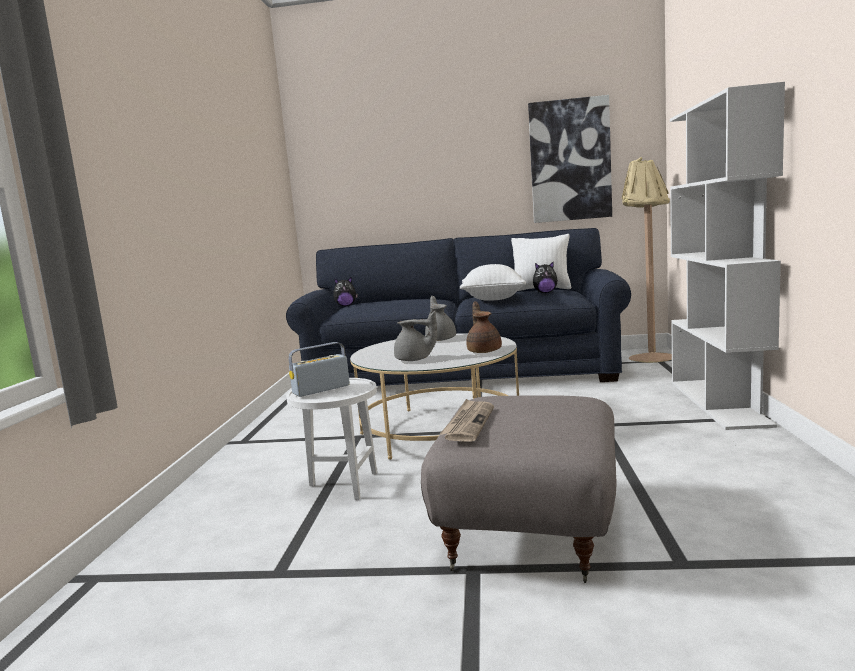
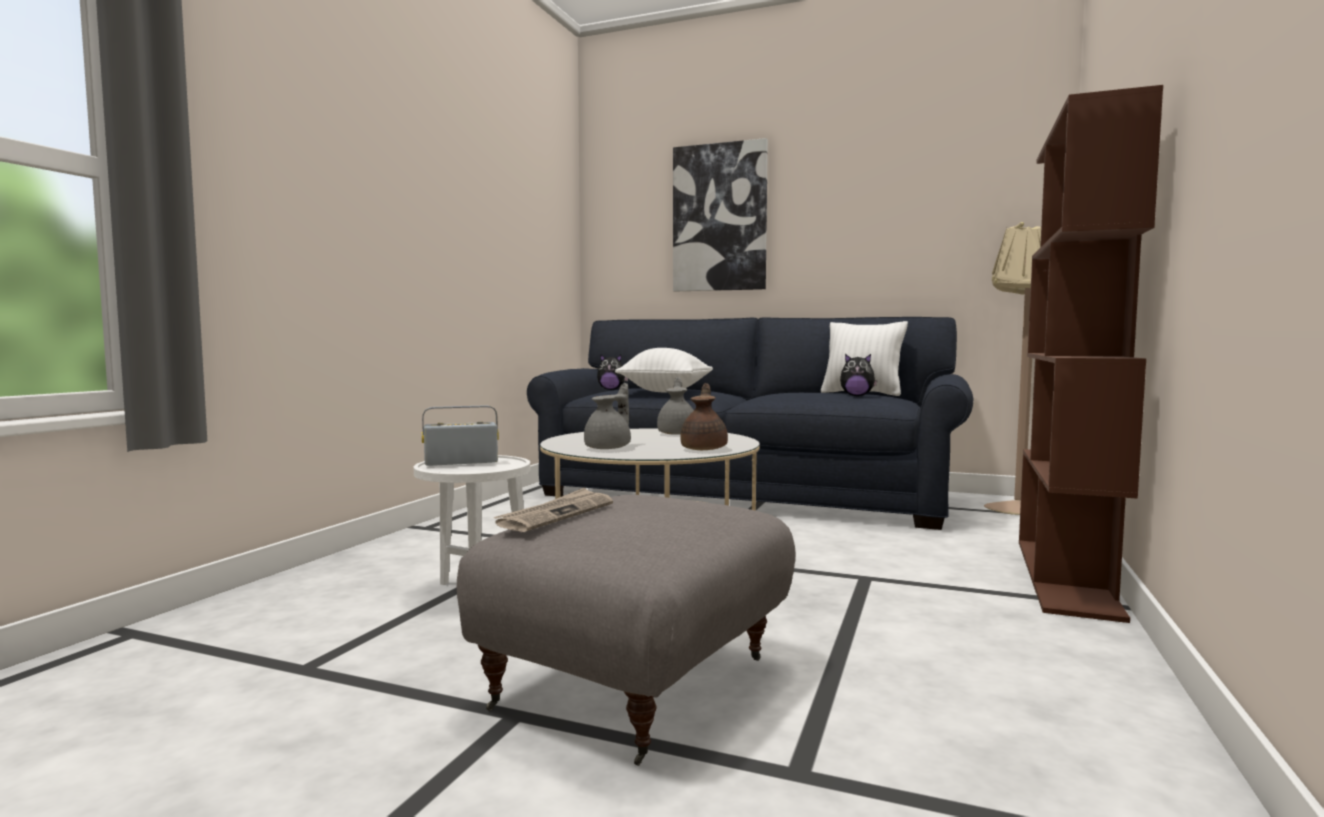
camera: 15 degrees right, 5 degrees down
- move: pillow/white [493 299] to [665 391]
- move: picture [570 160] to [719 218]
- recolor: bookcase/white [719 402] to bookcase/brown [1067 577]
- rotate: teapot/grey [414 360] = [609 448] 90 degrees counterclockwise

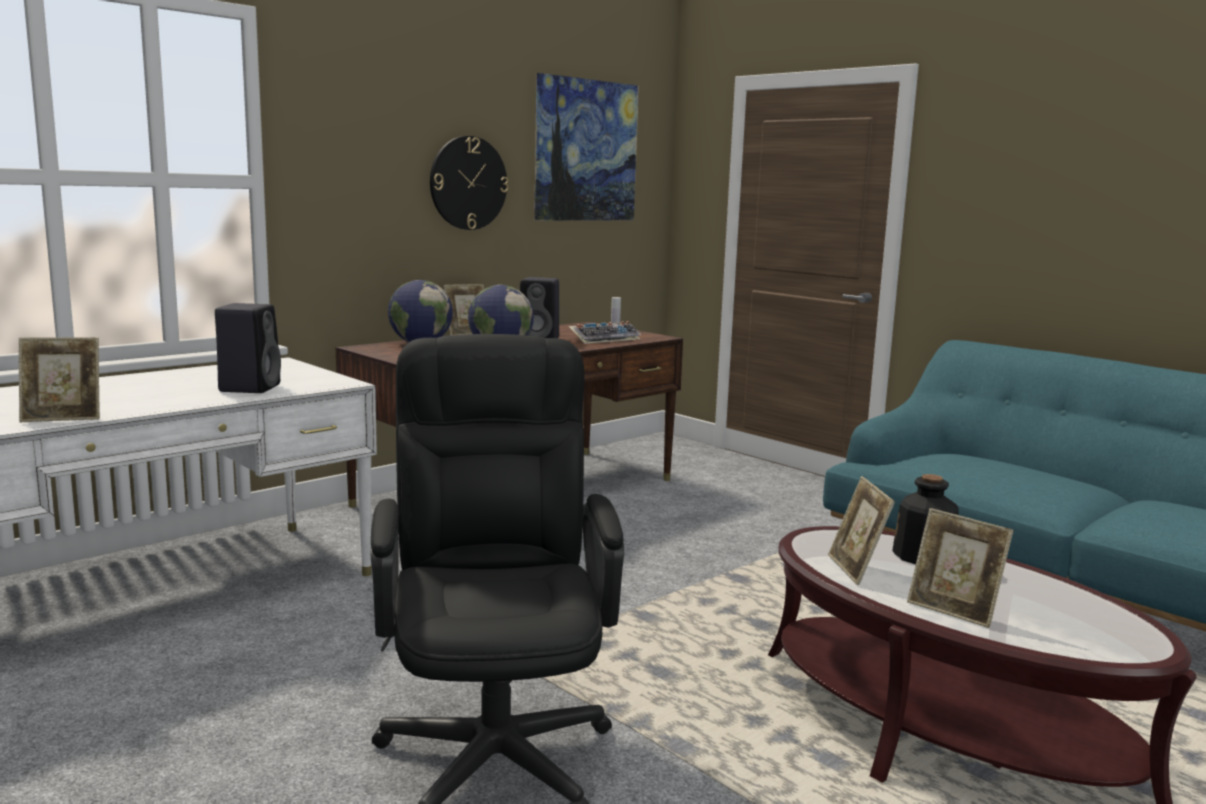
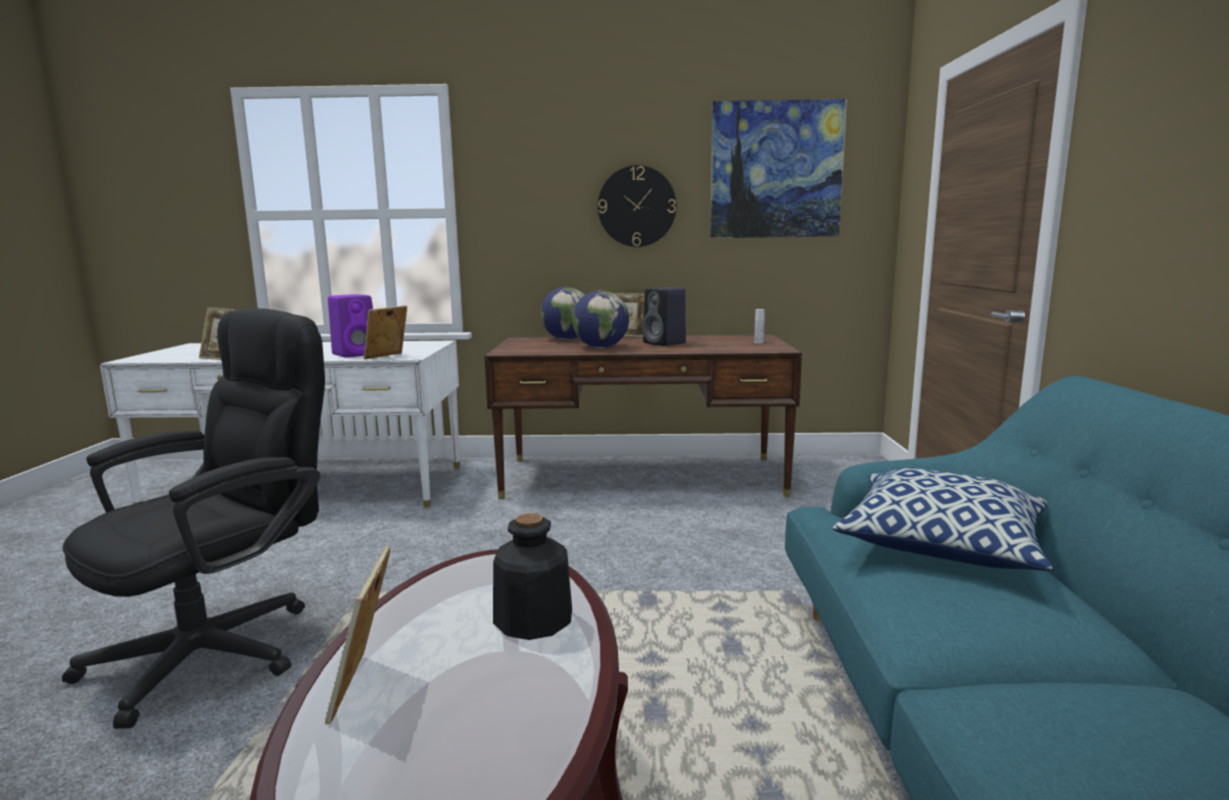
camera: 45 degrees right, 0 degrees up
- delete: keyboard [605 339]
- insert: pillow [941 545]
- move: picture frame [856 569] to [387 357]
- recolor: speaker/black [250 387] to speaker/purple [356 354]

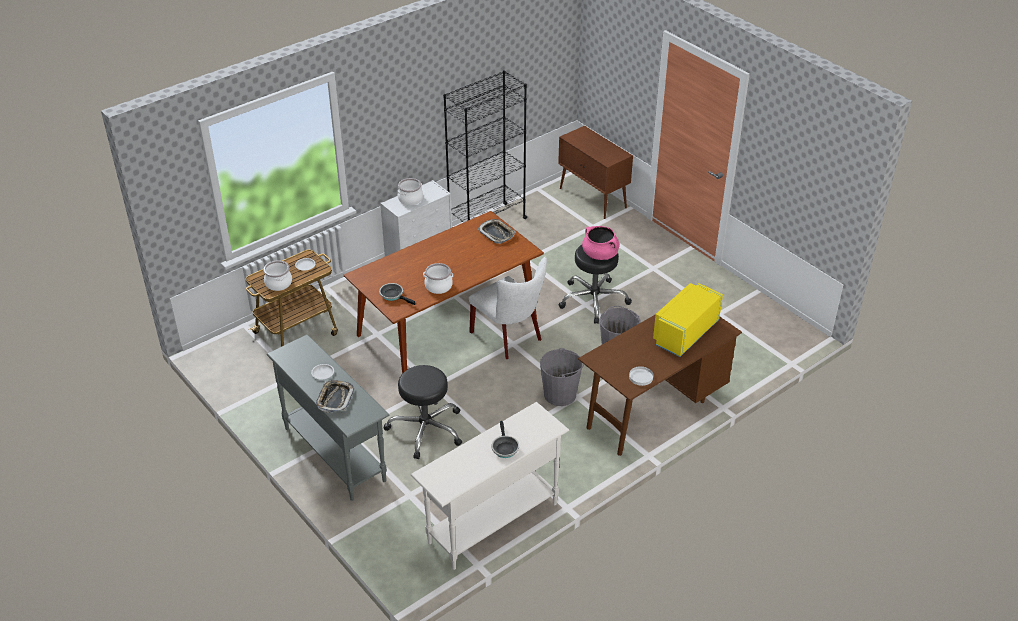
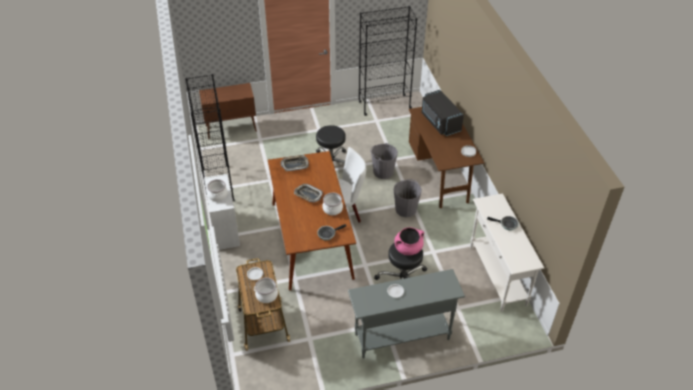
camera: 65 degrees left, 5 degrees up
- insert: bookcase/black [384 105]
- move: tray [335 398] to [308 194]
- move: cooking pot/pink [600 254] to [408 248]
- recolor: microwave/yellow [684 332] to microwave/black [439 122]

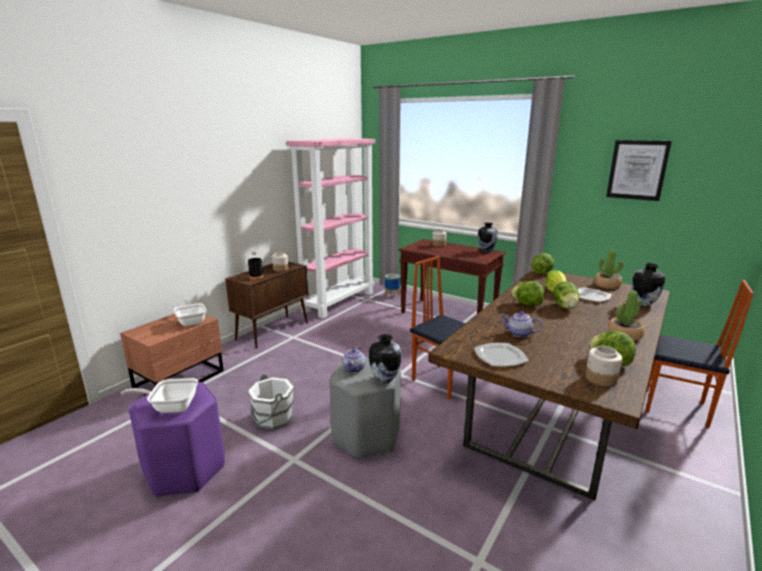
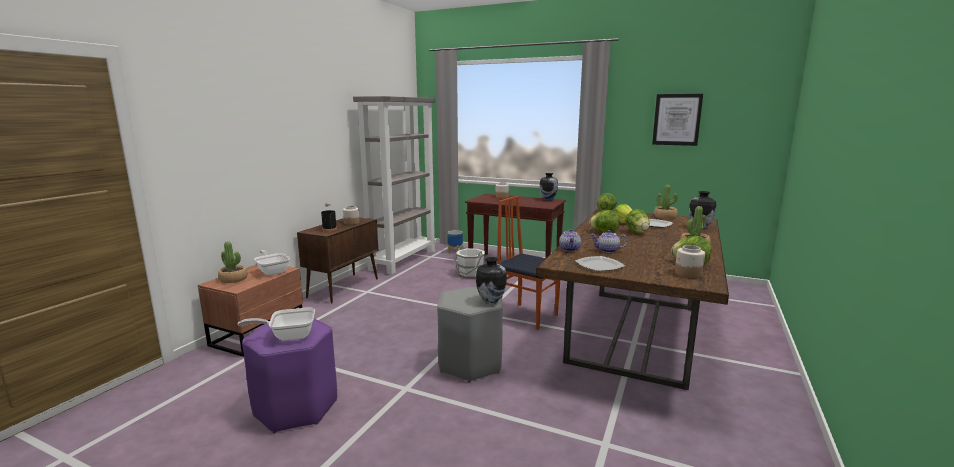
camera: 10 degrees left, 5 degrees down
- delete: chair [675 408]
- insert: potted plant [233 279]
- move: bucket/white [273 418] to [470 274]
- move: teapot [354 369] to [570 249]
- recolor: bookcase/pink [339 301] to bookcase/grey [403 260]

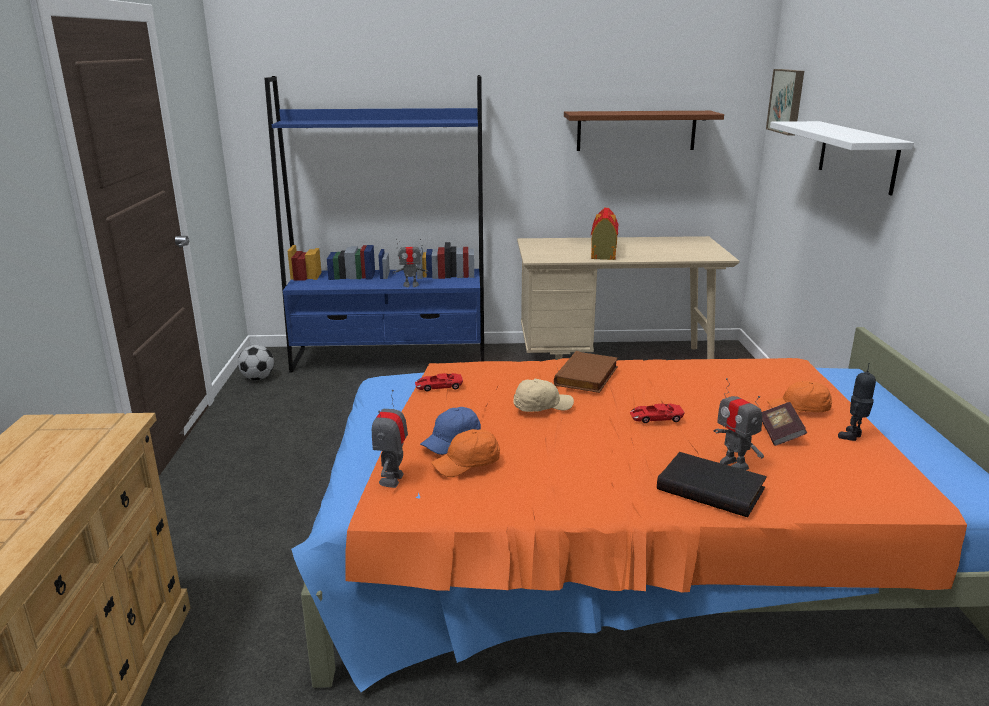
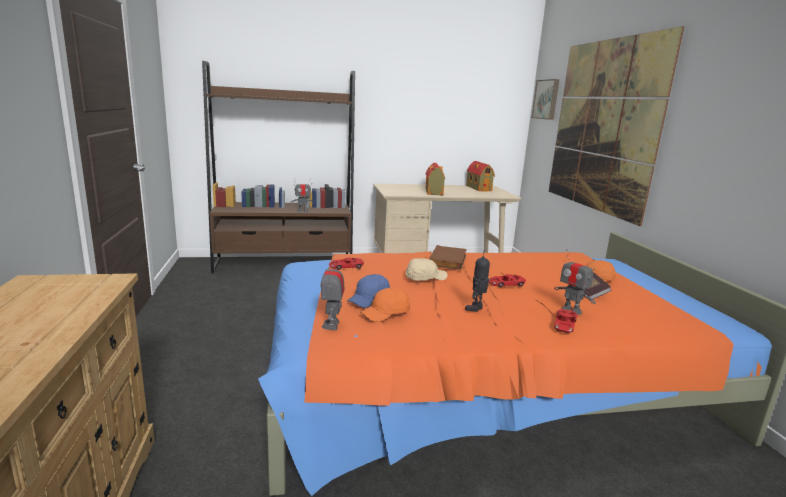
camera: 10 degrees left, 5 degrees down
- delete: football [258 378]
- delete: shelf/brown [636 130]
- insert: toy house [478 188]
- move: toy robot [853 436] to [476 309]
- replace: book/black [712 488] to toy car/red [564 325]
- replace: shelf/white [857 156] to picture [603 126]
- recolor: bookcase/blue [390 359] to bookcase/brown [284 264]

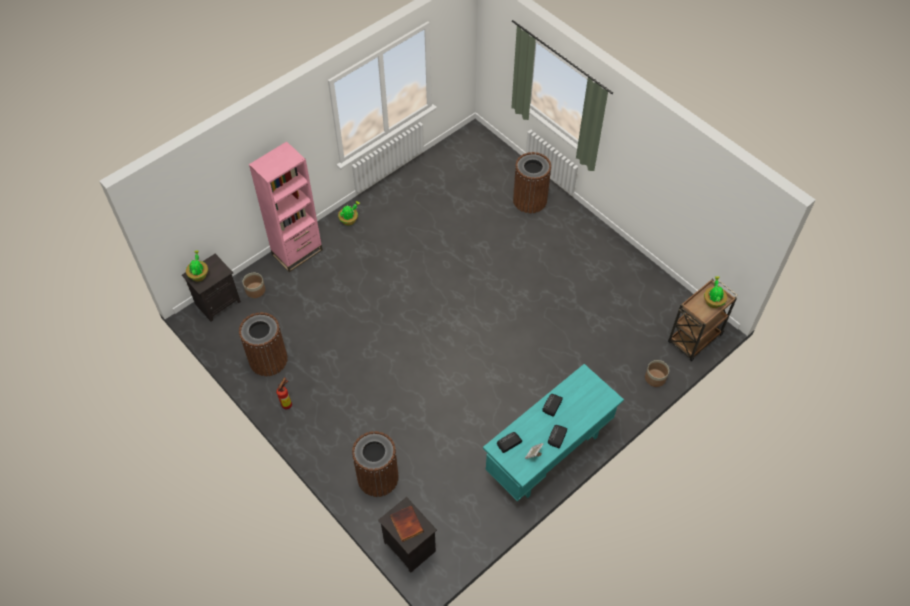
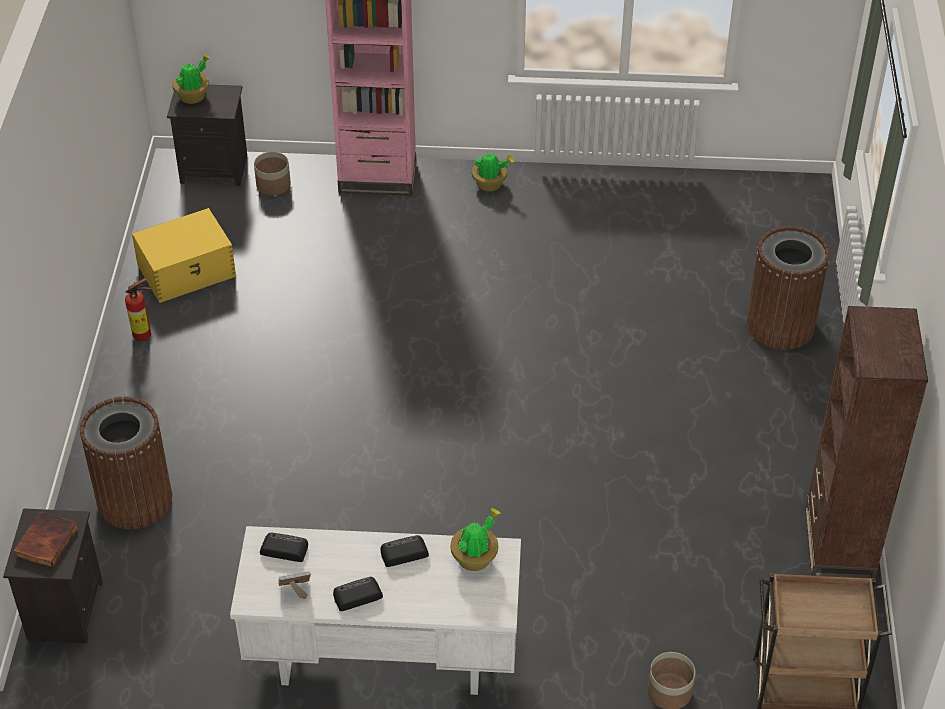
camera: 45 degrees right, 10 degrees down
- insert: bookcase/brown [839 543]
- move: potted plant [713 301] to [475 557]
- replace: trash can/brown [268 359] to storage box/yellow [187 270]
- recolor: desk/turquoise [548 454] to desk/white [381 657]

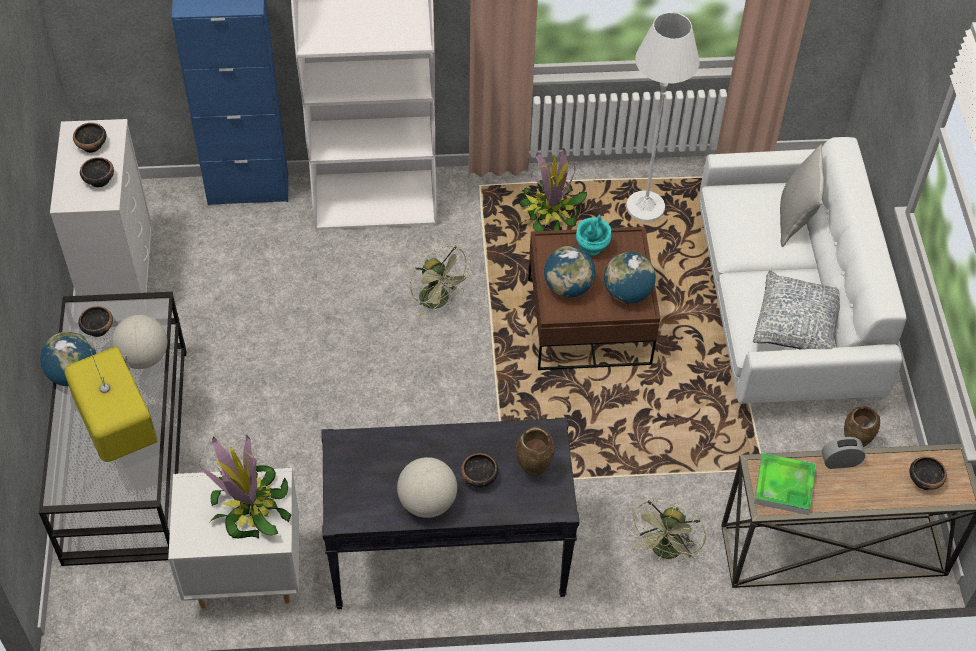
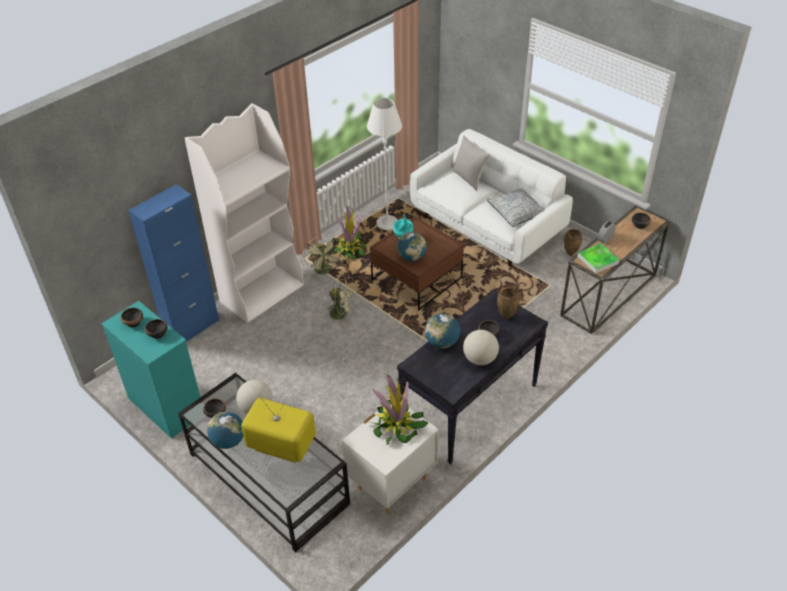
camera: 40 degrees left, 10 degrees down
- move: globe [627 293] to [442 343]
- move: fan/green [665 552] to [325 271]
- recolor: dresser/white [119 273] to dresser/turquoise [165 406]

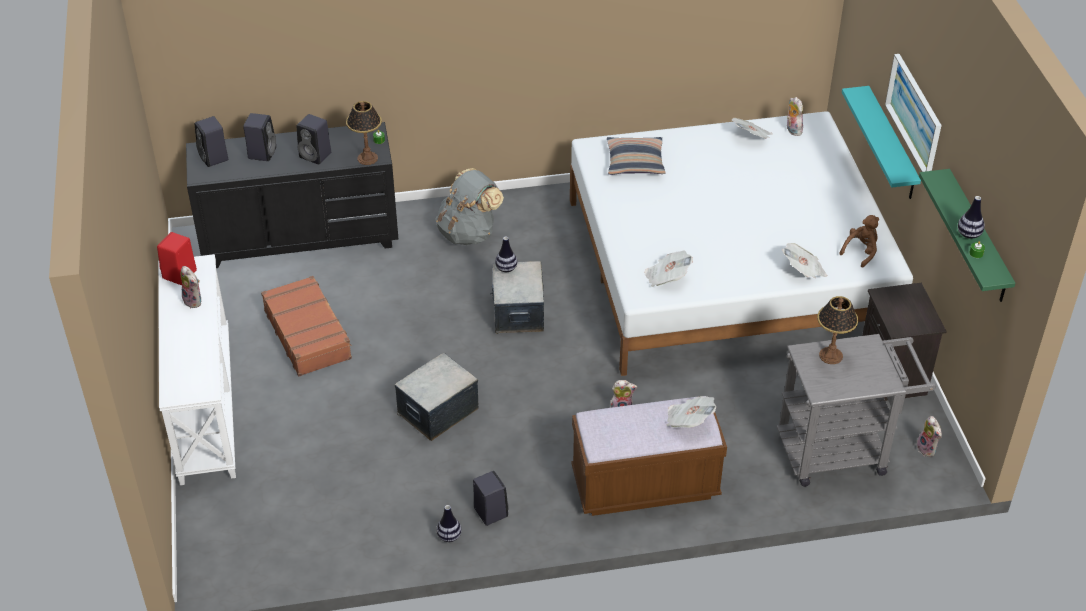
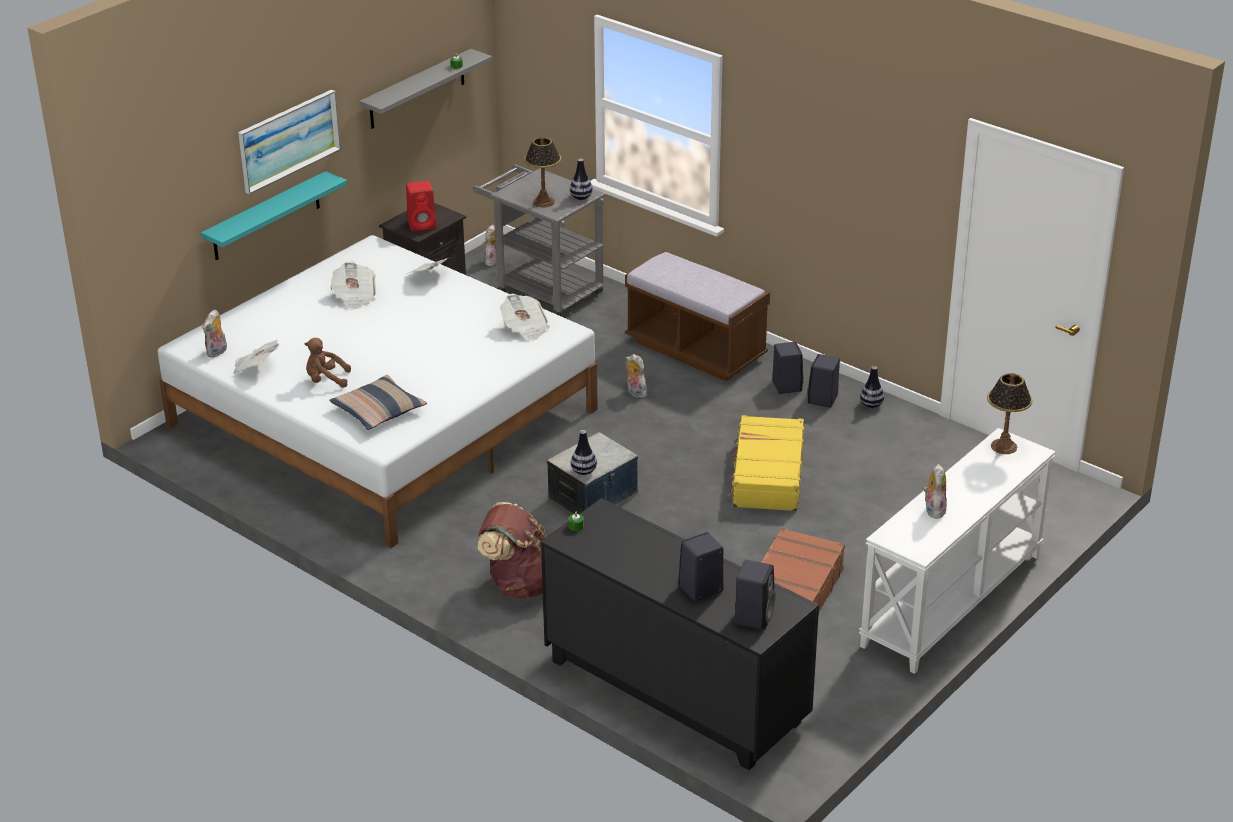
camera: 130 degrees left, 10 degrees down
- move: speaker/red [179 275] to [423 224]
- move: speaker/black [316 155] to [786 385]
- move: table lamp [367 158] to [1004 447]
- move: newspaper [688 420] to [354 297]
- move: plush toy/brown [861 252] to [326 380]
- move: vase [968 234] to [581 197]
- replace: storage box [437 411] to suitcase/yellow [767 475]
- recolor: backpack/grey [469 233] to backpack/brown [520 584]
- recolor: shelf/green [977 237] to shelf/grey [417 90]

